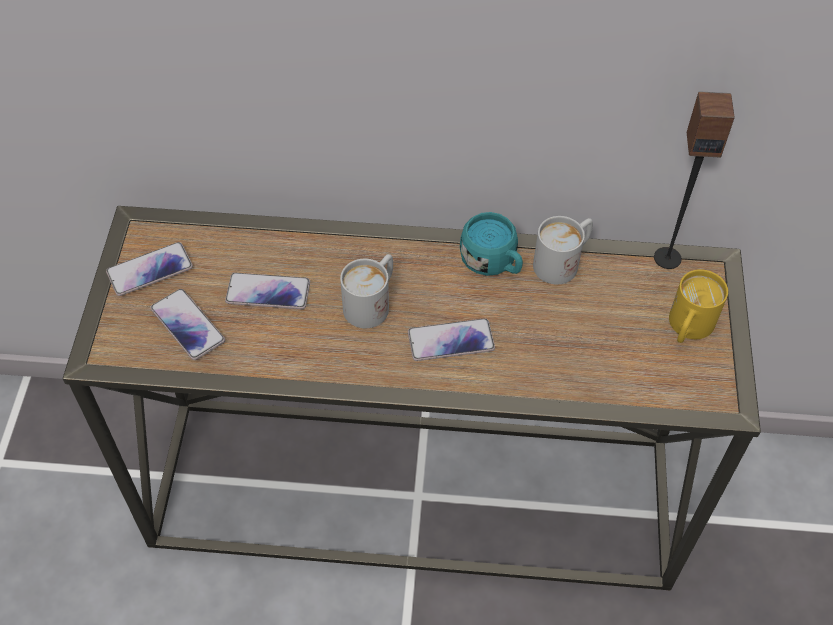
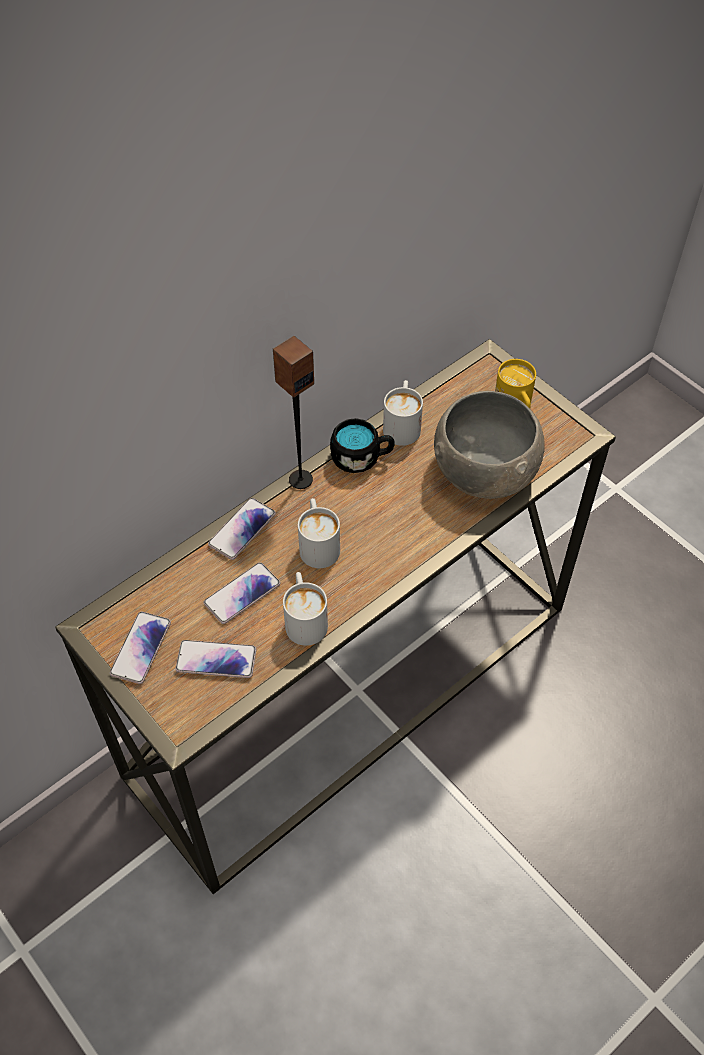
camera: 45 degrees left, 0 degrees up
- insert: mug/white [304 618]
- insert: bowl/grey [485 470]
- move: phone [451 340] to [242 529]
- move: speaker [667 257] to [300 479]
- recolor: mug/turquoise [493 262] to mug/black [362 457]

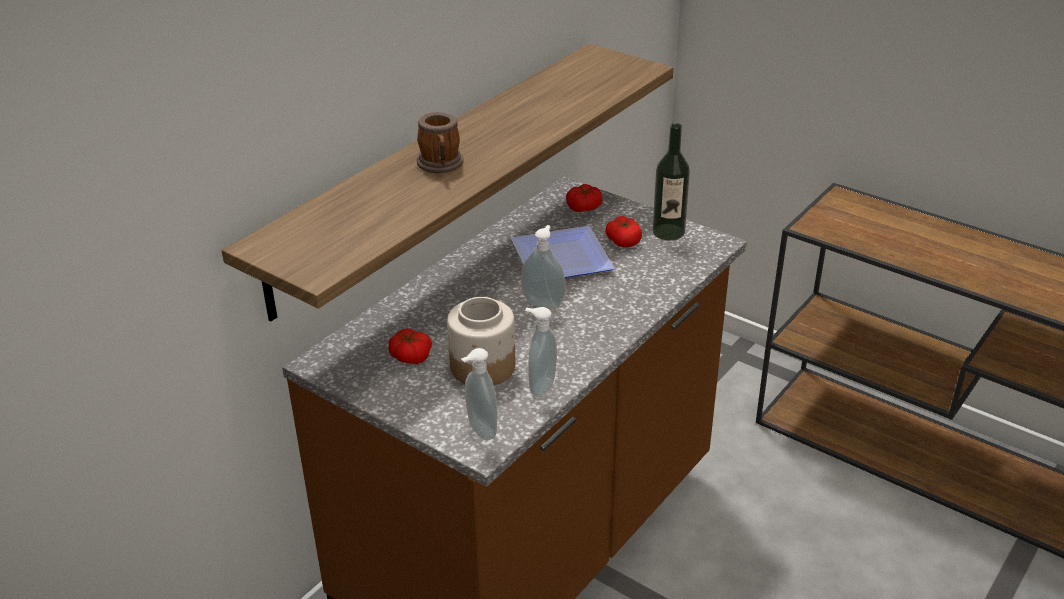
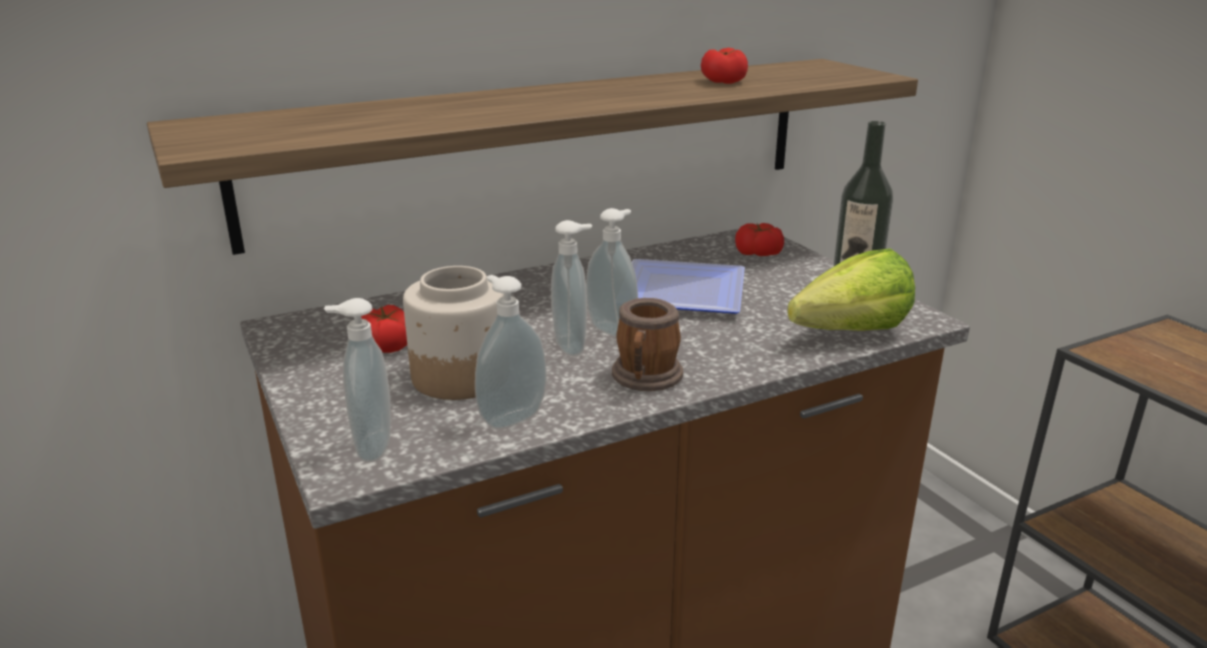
camera: 25 degrees right, 10 degrees down
- insert: soap dispenser [573 346]
- insert: lettuce [839 334]
- move: mug [441 165] to [645 379]
- move: tomato [623 241] to [723 81]

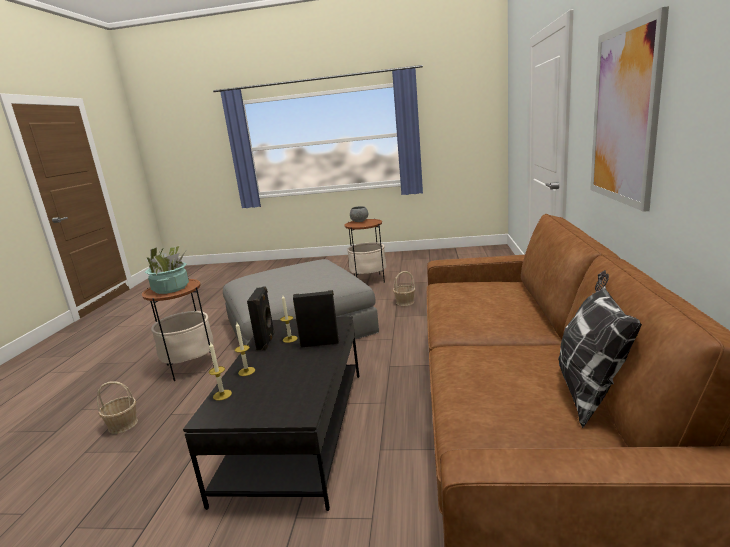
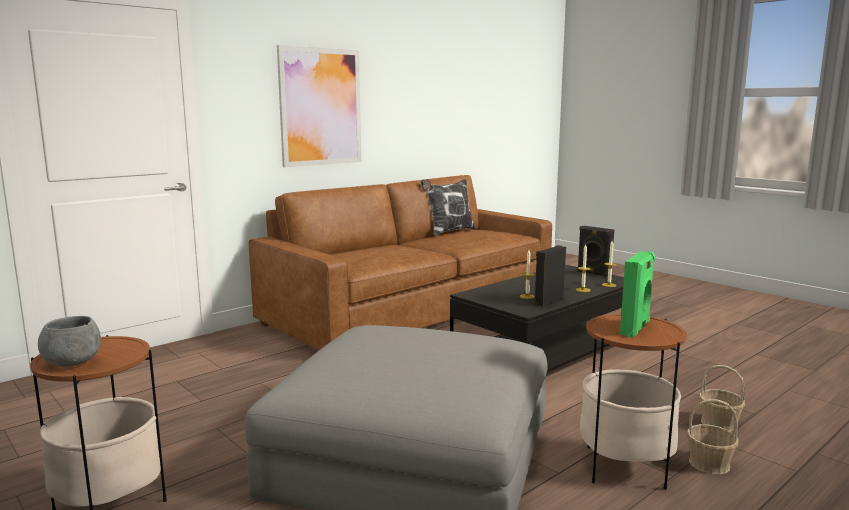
camera: 140 degrees left, 5 degrees down
- move: speaker/black [320 343] to [593 273]
- move: basket [405 302] to [709 464]
- replace: potted plant [171 288] to speaker/green [636 329]

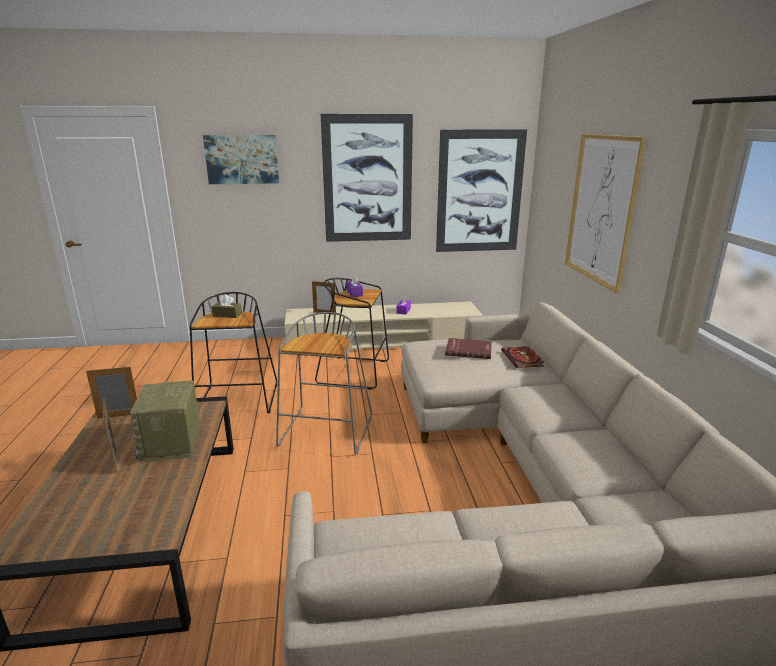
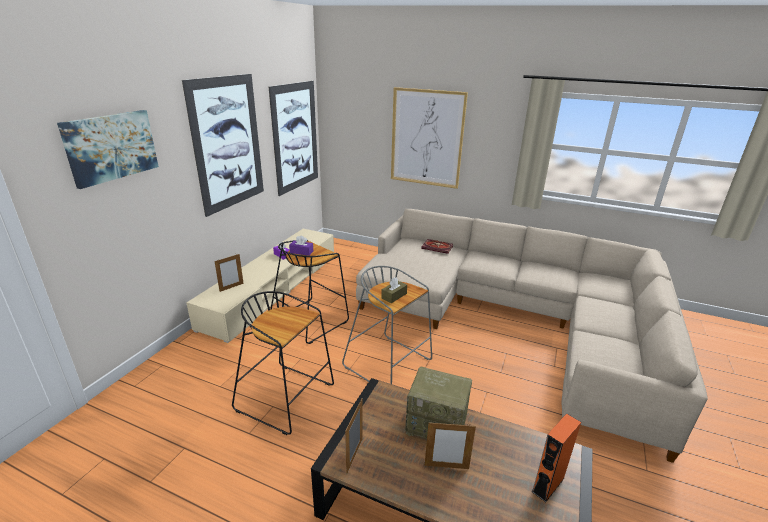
camera: 60 degrees left, 5 degrees up
- delete: book/red [468 350]
- insert: speaker/orange [548 484]
- move: tissue box/brown [227 315] to [394 296]

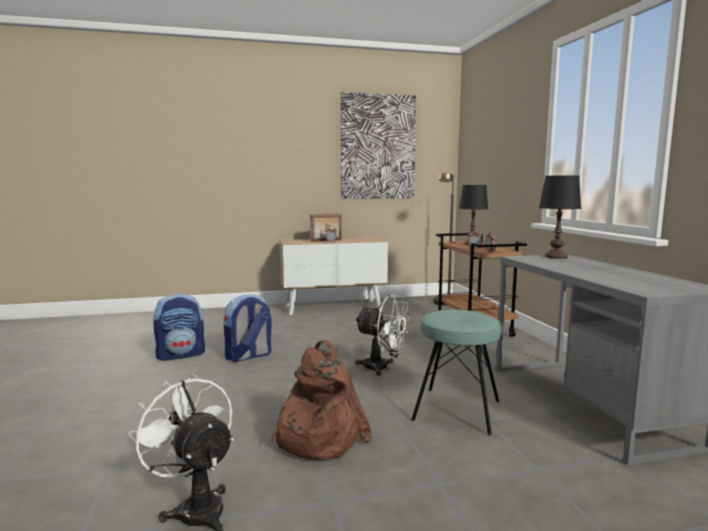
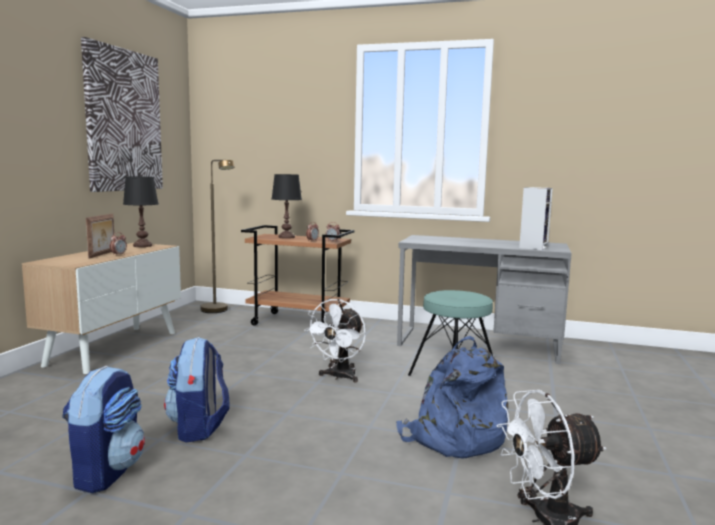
camera: 60 degrees left, 0 degrees up
- insert: speaker [533 247]
- move: table lamp/black [556 257] to [142 246]
- recolor: backpack/brown [317 437] to backpack/blue [453 438]
- rotate: fan/white [382 368] = [339 377] 150 degrees clockwise

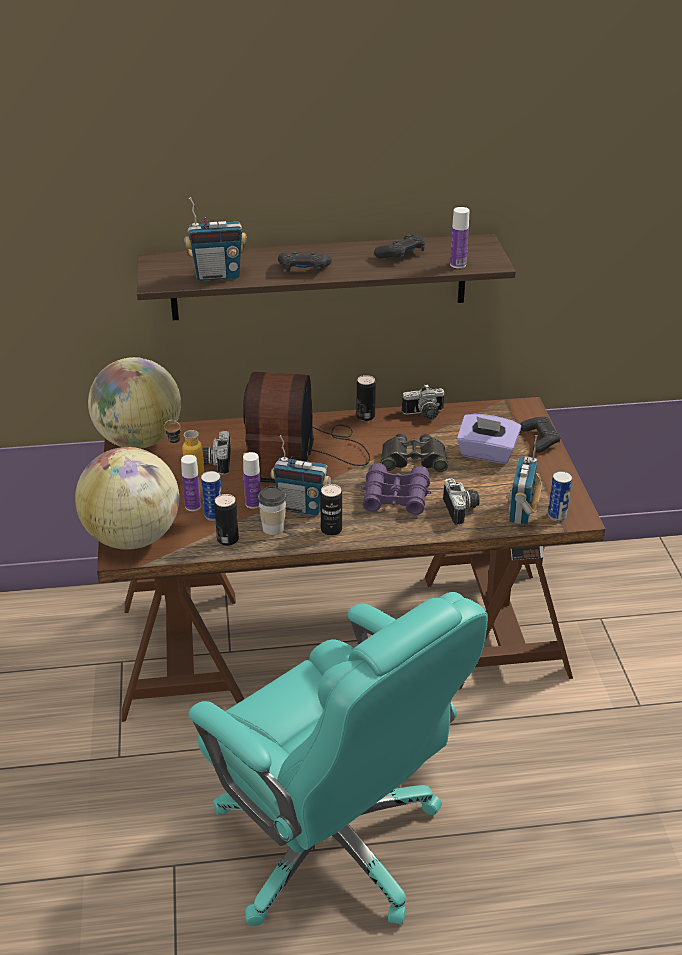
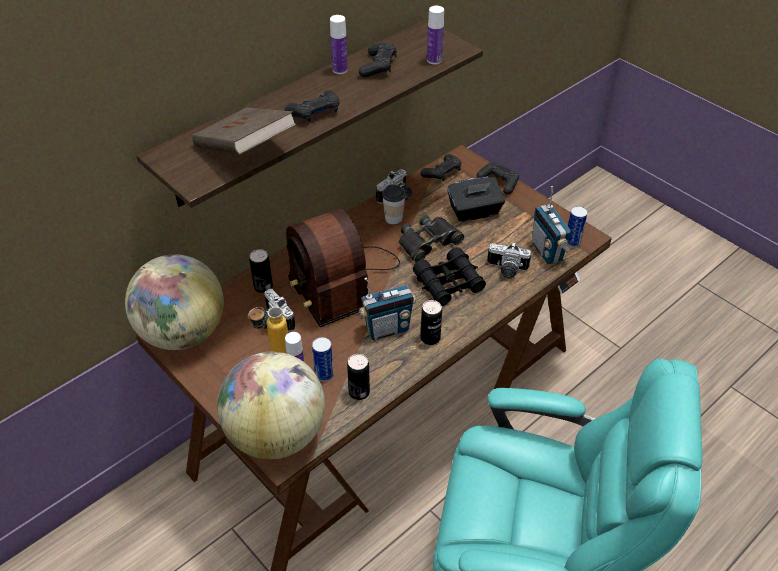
camera: 35 degrees left, 10 degrees up
- insert: game controller/black [442 173]
- move: bottle [253 503] to [340 70]
- move: cup [273 528] to [393 218]
- move: can [365 416] to [263 286]
- replace: radio [217 275] to book/brown [245 150]
- recolor: binoculars/purple [396 497] to binoculars/black [449 283]
- recolor: tissue box/purple [486 454] to tissue box/black [474 211]
- rotate: photo camera [462 510] = [506 270] 150 degrees clockwise

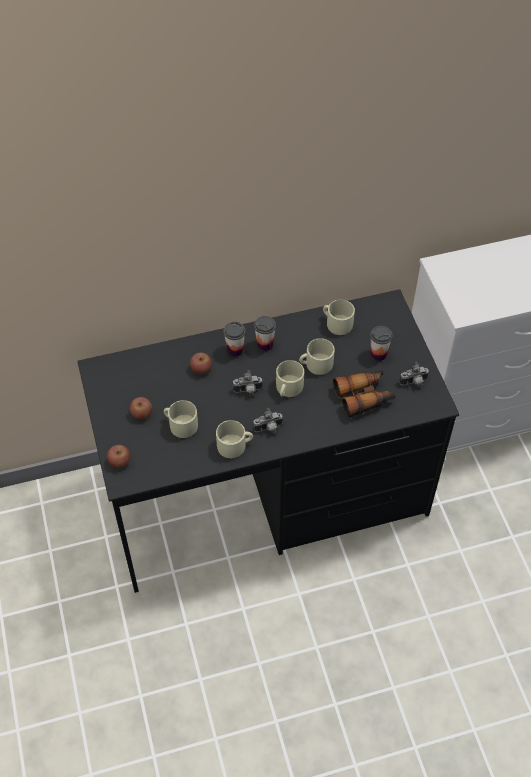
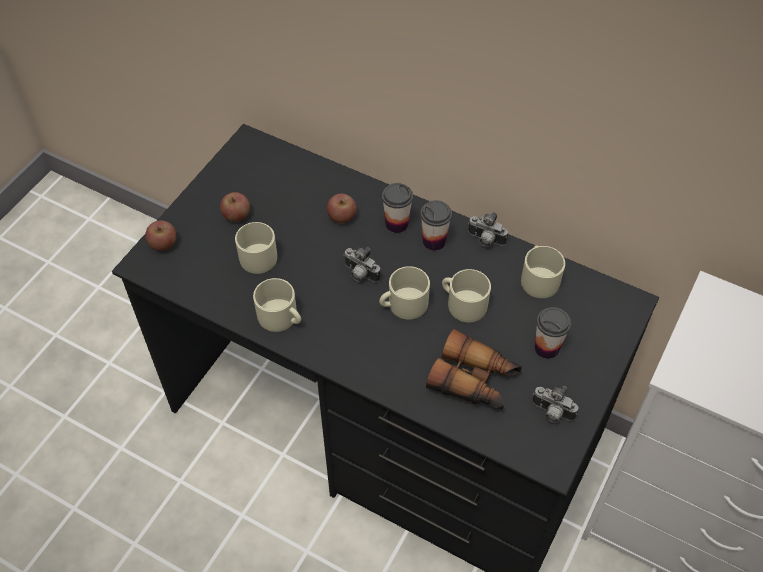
camera: 45 degrees right, 0 degrees up
- move: photo camera [269 429] to [485 240]

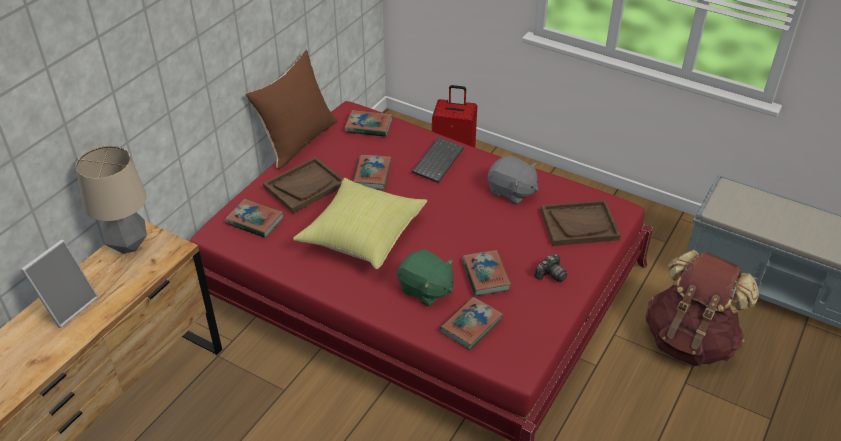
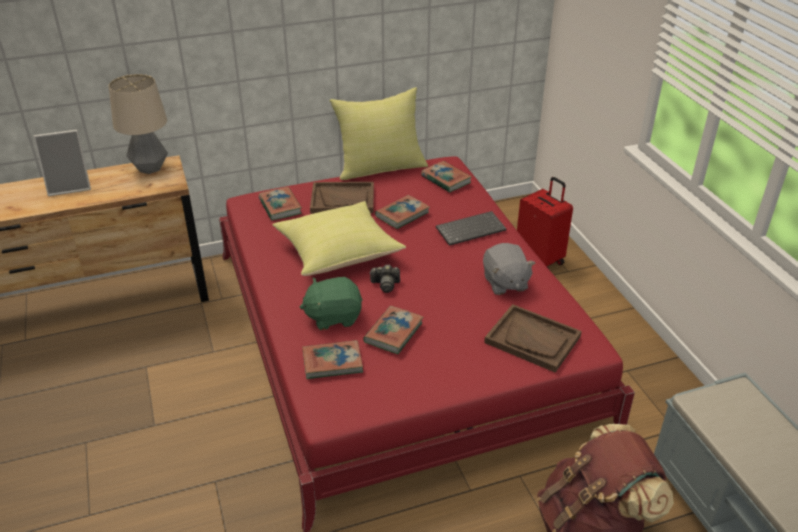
camera: 40 degrees right, 5 degrees down
- move: photo camera [550 274] to [385 284]
- recolor: pillow/brown [298 141] to pillow/yellow [380 167]
- rotate: plush toy/green [425 290] = [333 316] 90 degrees clockwise

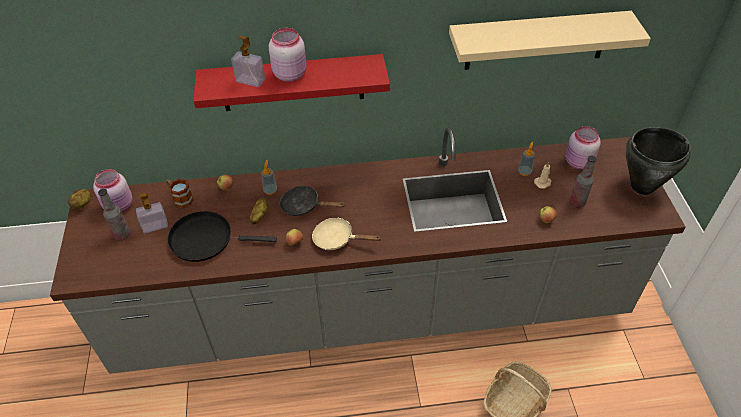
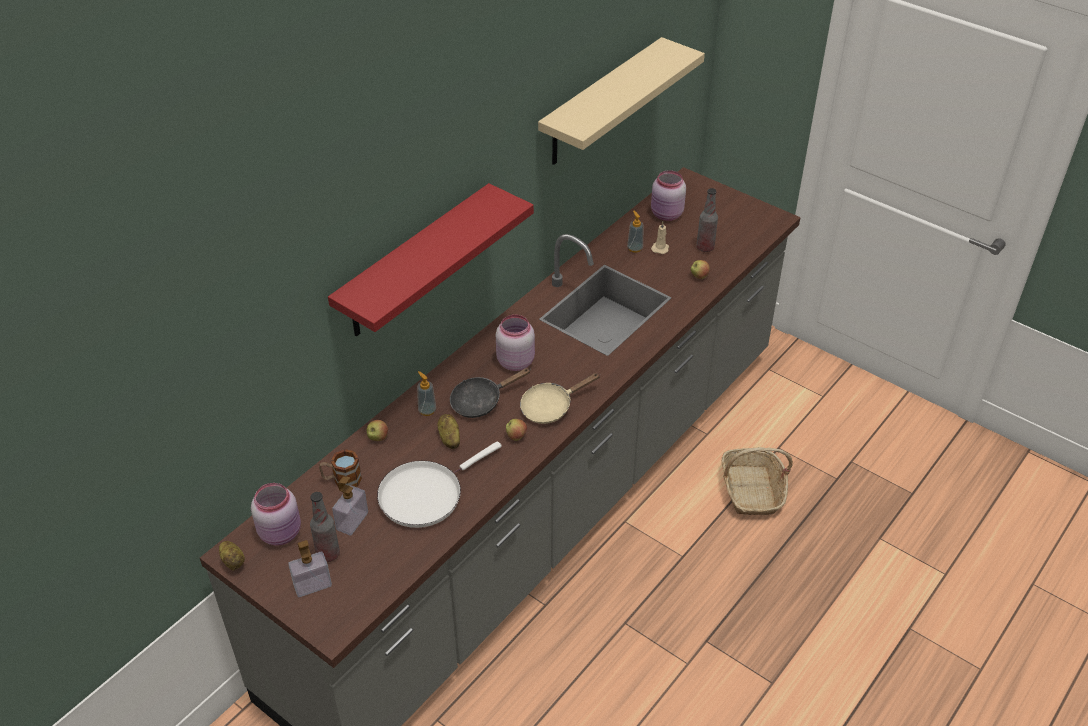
camera: 45 degrees left, 5 degrees down
- delete: cooking pot/black [642 187]
- move: soap dispenser [250 80] to [312 585]
- move: jar/pink [290 74] to [515 361]
- recolor: frying pan/black [206 239] to frying pan/white [425 494]

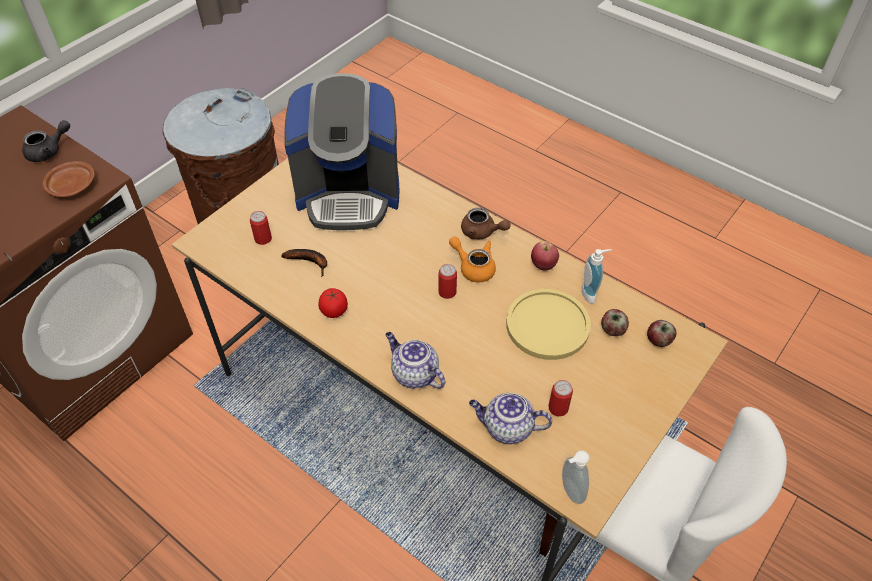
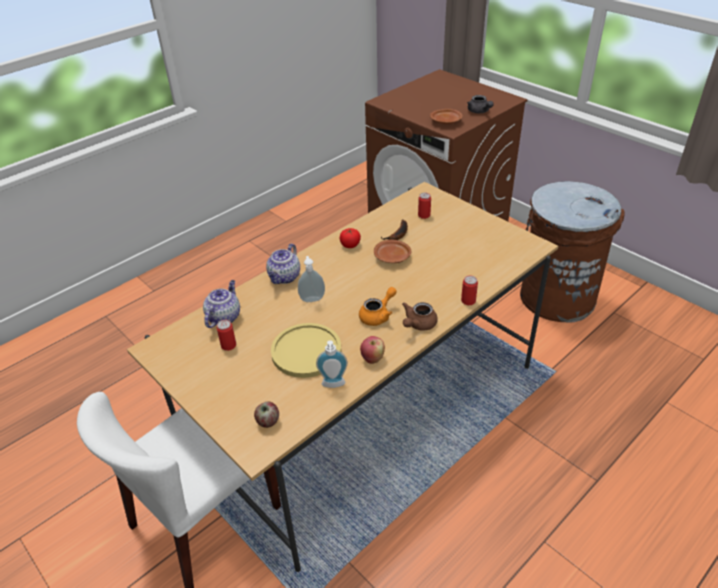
camera: 100 degrees right, 10 degrees down
- delete: coffee machine [349 194]
- delete: apple [612 330]
- insert: plate/brown [392 257]
- move: can [447 292] to [468 301]
- move: soap dispenser [570 491] to [312 298]
- rotate: teapot [414 374] = [284 277] 150 degrees clockwise

